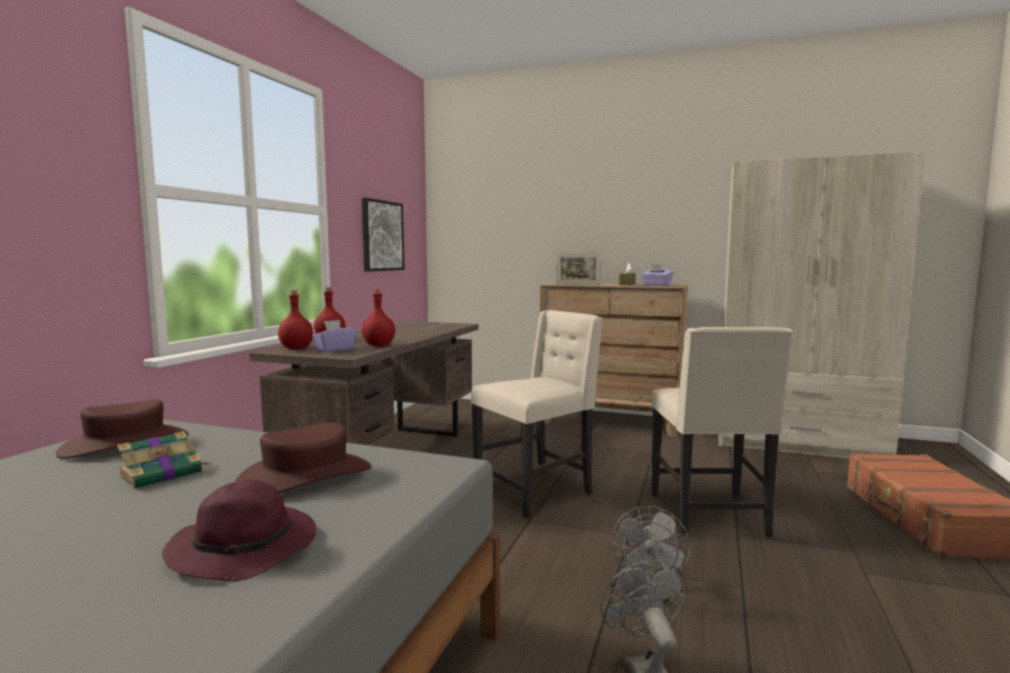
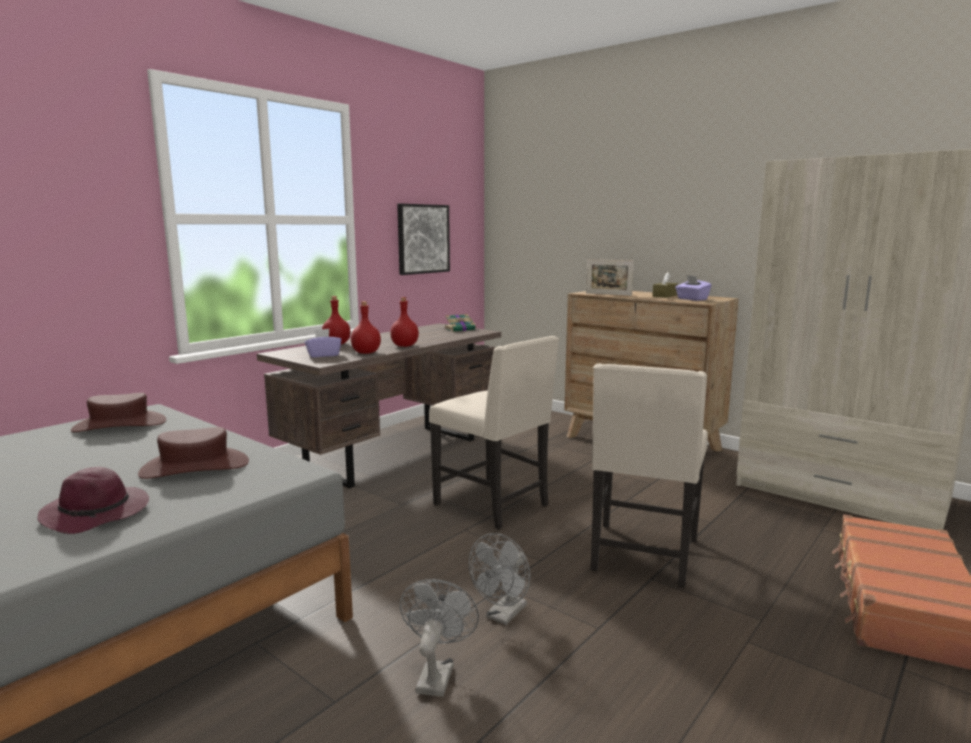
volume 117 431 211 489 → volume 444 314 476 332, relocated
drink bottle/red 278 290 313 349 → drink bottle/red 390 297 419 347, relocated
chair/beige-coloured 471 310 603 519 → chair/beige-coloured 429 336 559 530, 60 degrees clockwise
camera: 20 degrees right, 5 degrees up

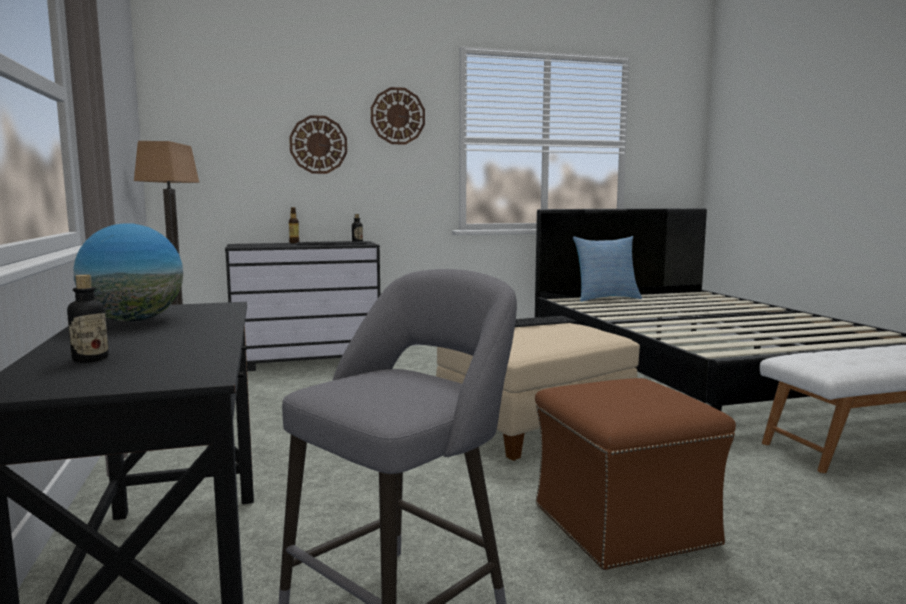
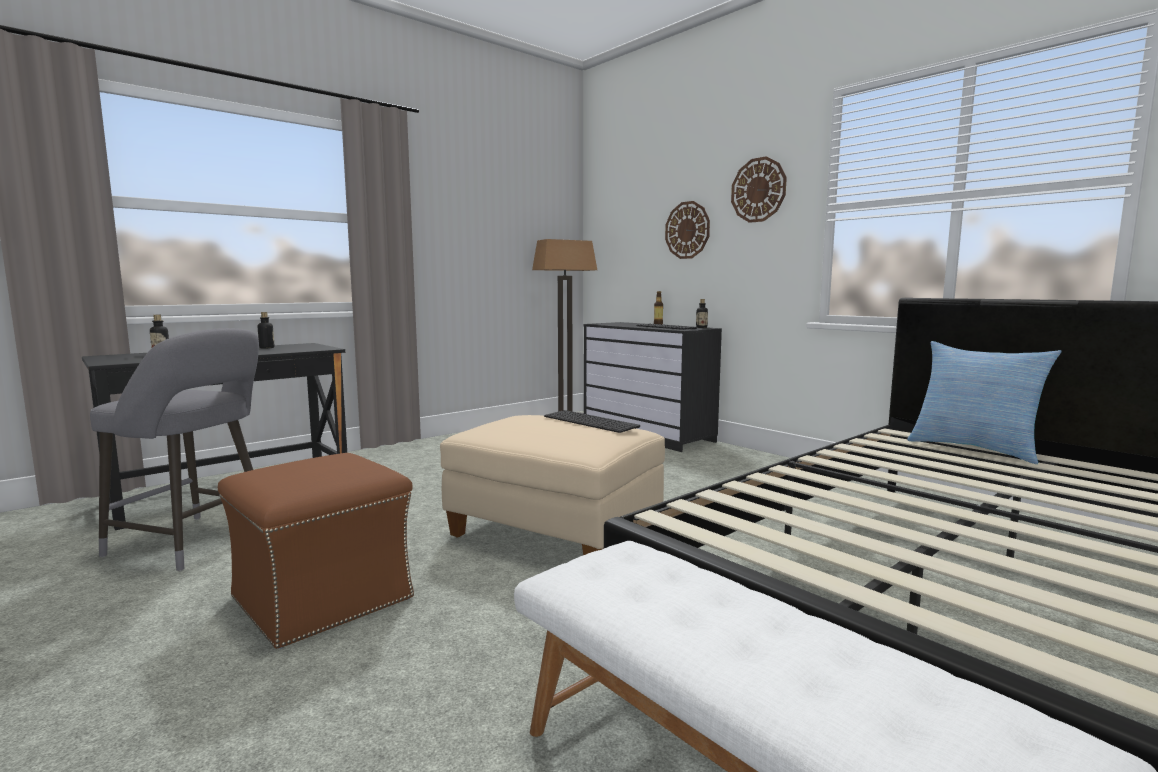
globe 73 223 183 322 → drink bottle 258 312 275 349
camera: 65 degrees right, 0 degrees up

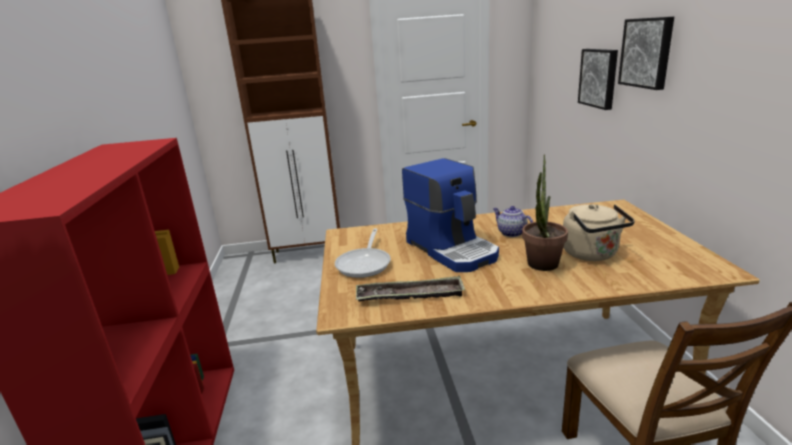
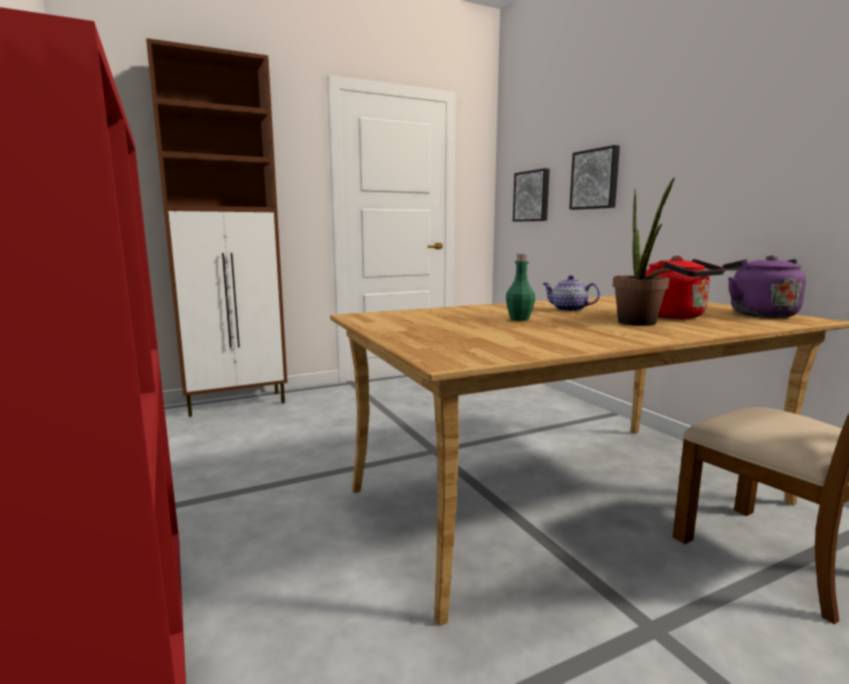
pan 335 228 391 278 → -
carrying tray 356 276 465 301 → -
- → tea kettle/purple-coloured 722 255 806 318
wall picture 618 17 674 90 → wall picture 513 168 550 222, relocated
coffee maker 402 158 499 272 → drink bottle/greenish 506 254 535 321
tea kettle/beige-coloured 563 204 635 261 → tea kettle/red 645 256 725 319
camera: 20 degrees left, 10 degrees down

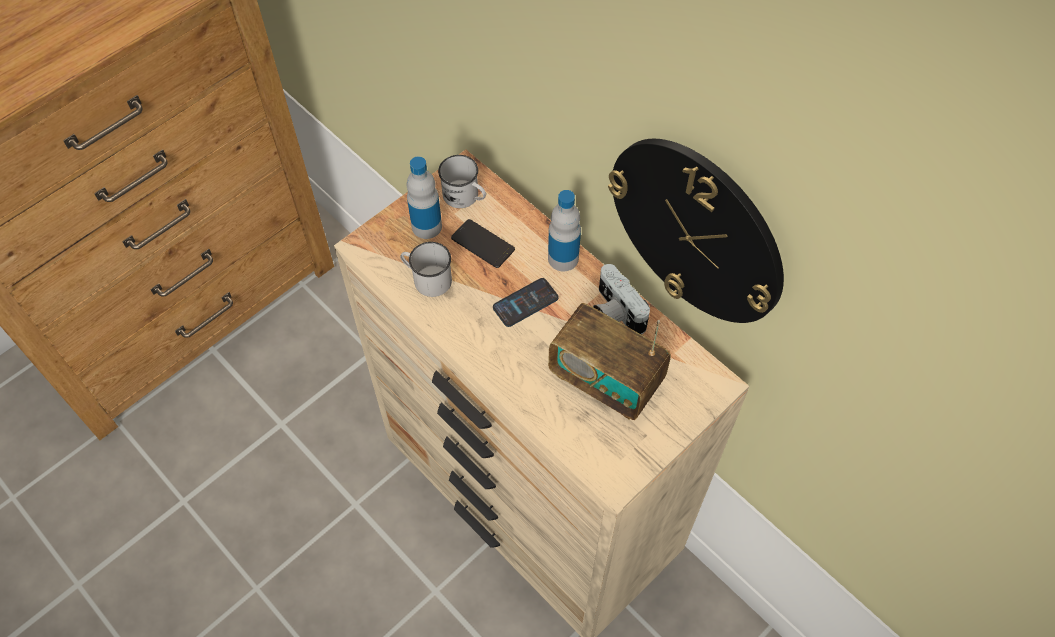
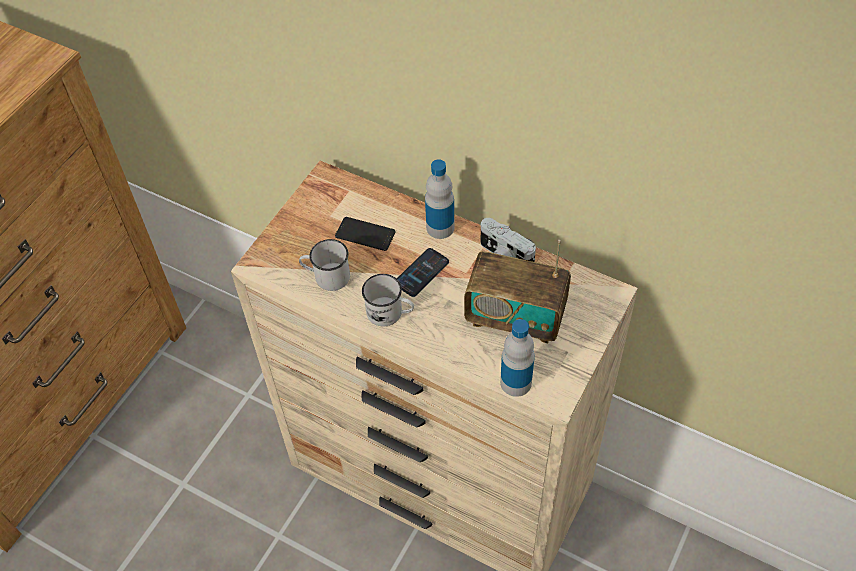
clock on the wall 608 139 784 323 → -
drink bottle 406 156 442 239 → drink bottle 500 319 535 397, relocated
coffee mug/white 438 155 486 208 → coffee mug/white 362 274 414 326, relocated
camera: 15 degrees left, 5 degrees down

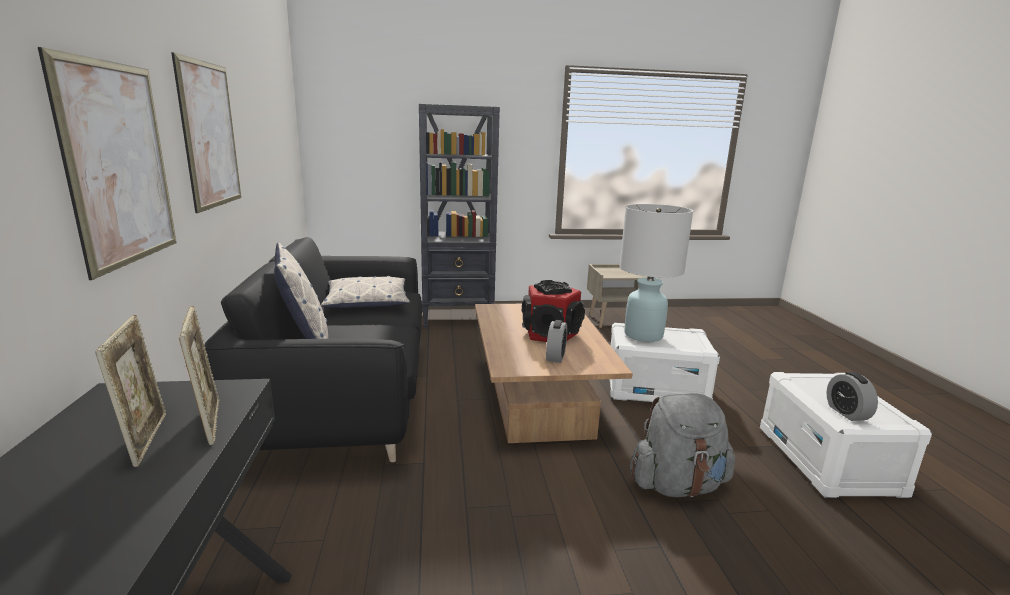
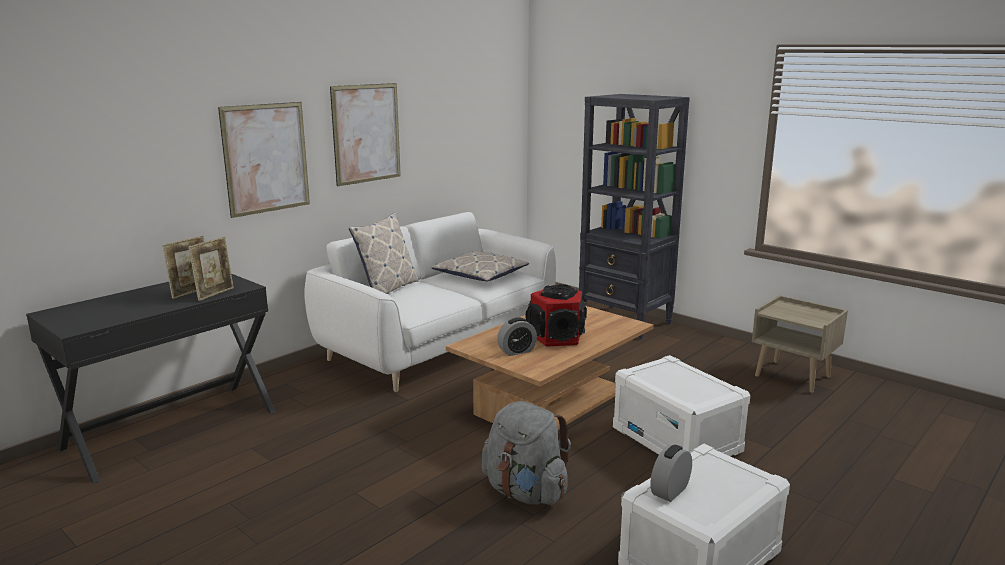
lamp for a table/white 619 204 693 342 → -
settee/black 205 237 422 462 → settee/white 304 212 556 392
camera: 50 degrees right, 0 degrees up

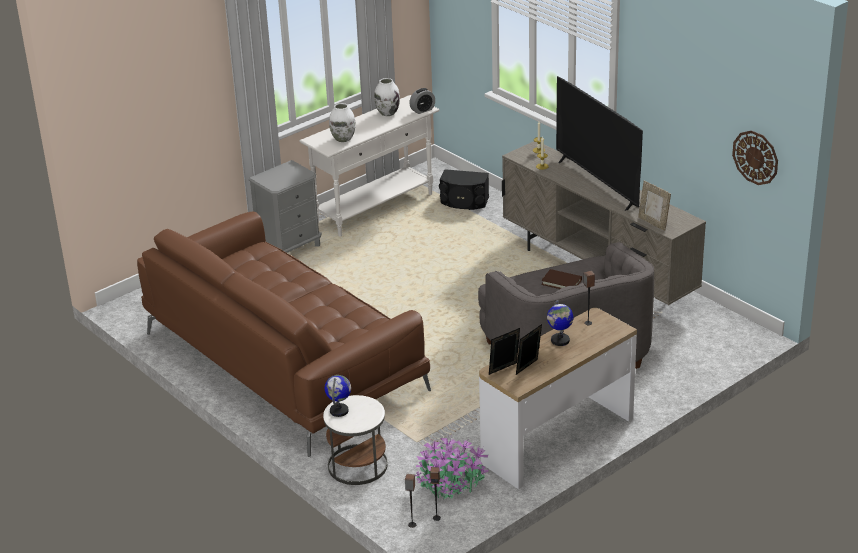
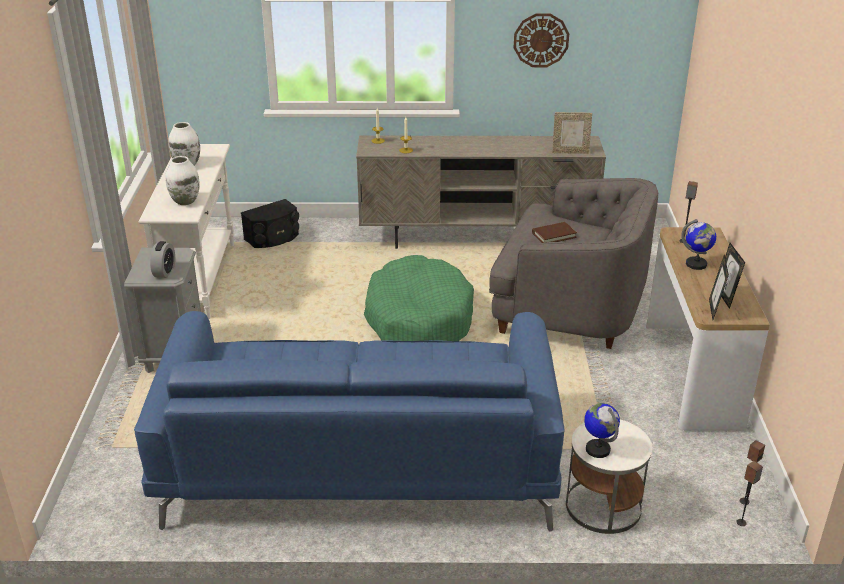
houseplant 415 435 489 499 → -
television 556 76 643 211 → -
- → dog cushion/greenish 364 255 474 341
alarm clock 409 88 435 114 → alarm clock 150 241 175 278, relocated
clock on the wall 732 130 778 185 → clock on the wall 514 13 569 67, relocated
settee/brown-coloured 137 211 431 457 → settee/blue-coloured 134 311 565 532
camera: 50 degrees left, 0 degrees up

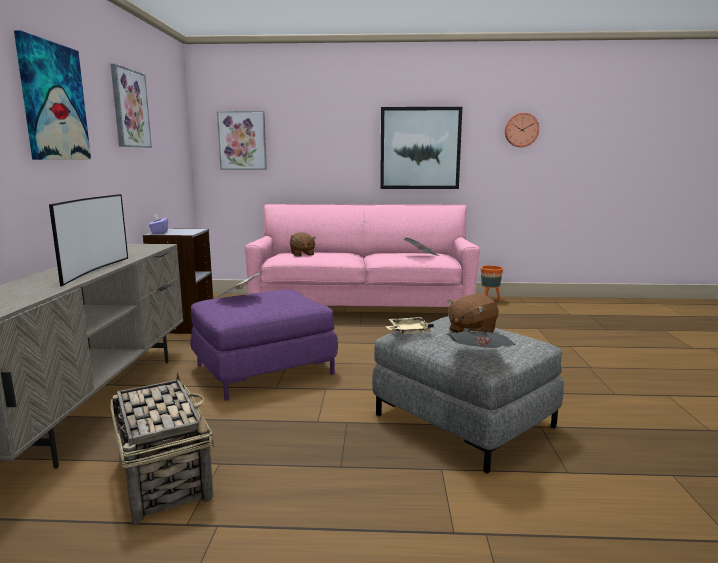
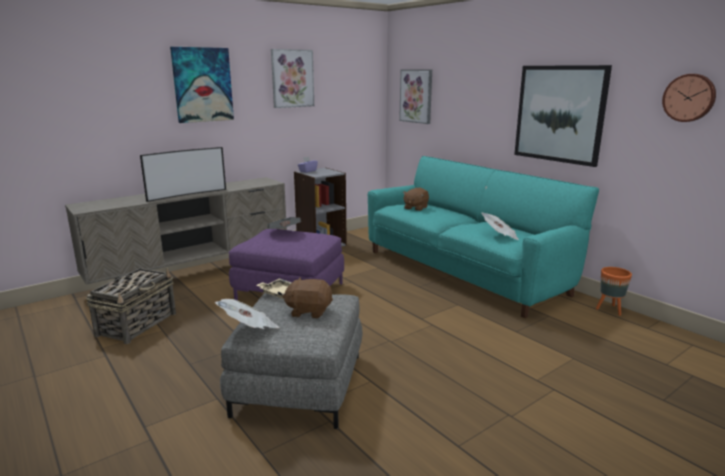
settee/pink-coloured 245 204 480 307 → settee/turquoise-coloured 368 156 599 318
camera: 50 degrees right, 5 degrees up

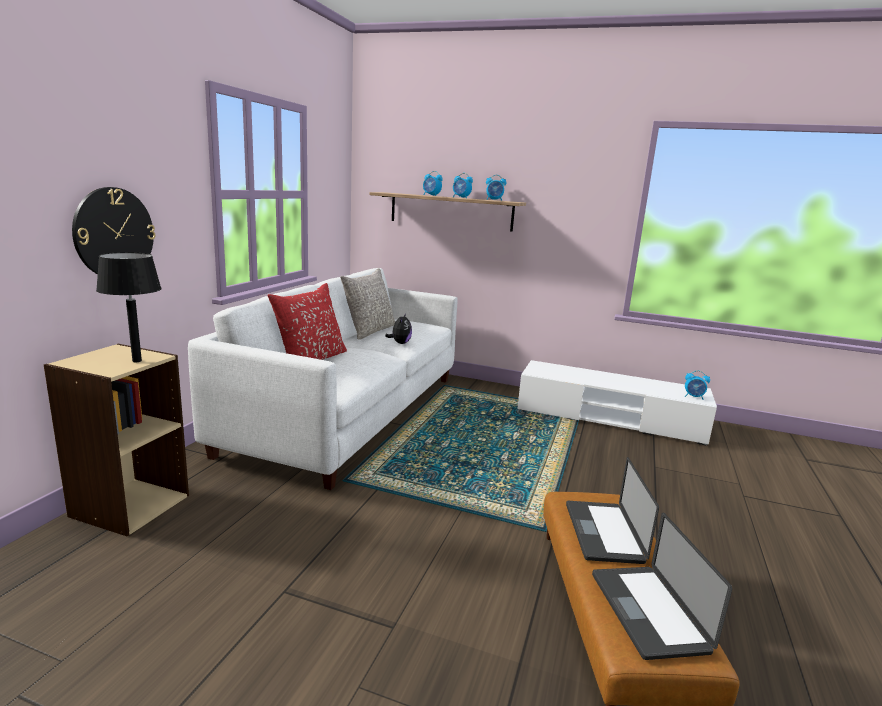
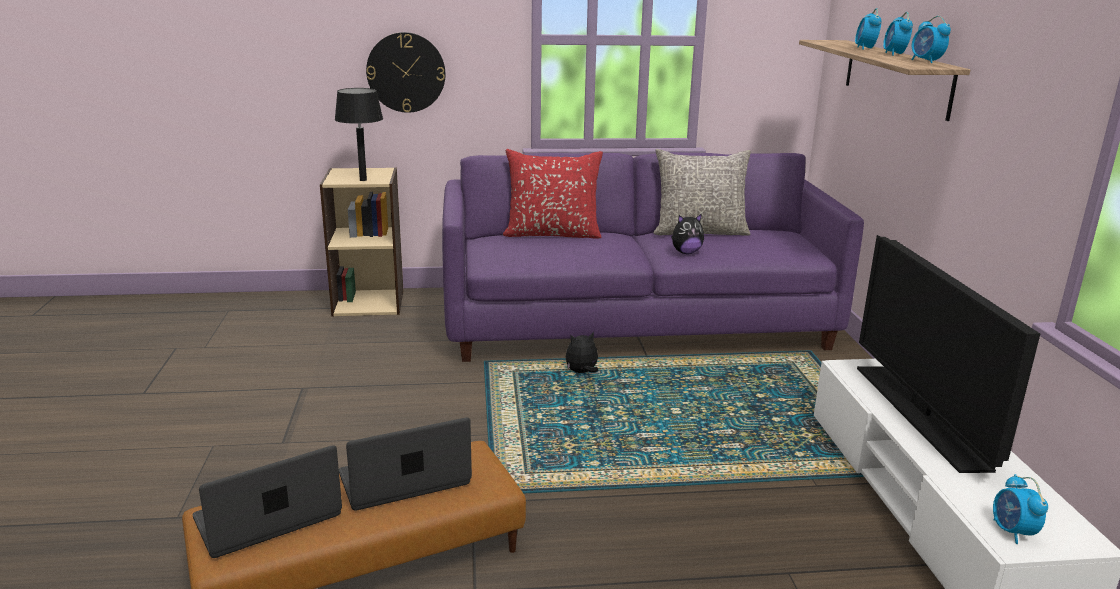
- → cuddly toy 566 332 598 373
- → television 857 235 1040 473
settee/white 188 268 458 490 → settee/purple-coloured 442 152 864 362
camera: 65 degrees right, 5 degrees up

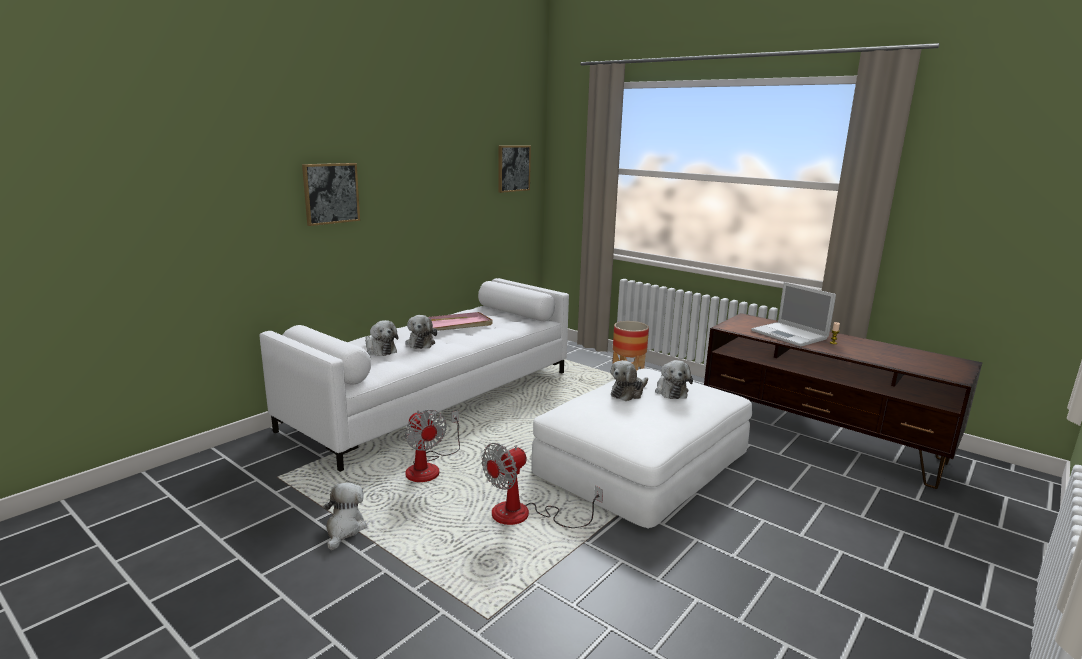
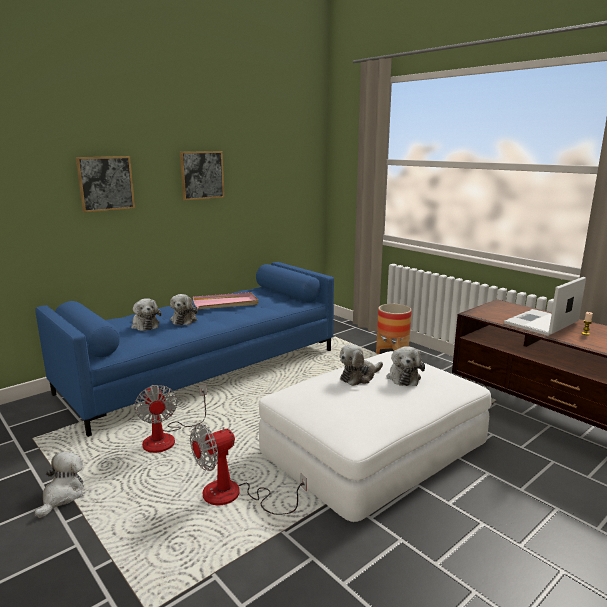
wall picture 498 146 531 193 → wall picture 180 151 225 201, relocated
settee/white 260 278 569 472 → settee/blue-coloured 35 262 334 437
laptop 751 282 836 346 → laptop 504 277 586 336, 75 degrees clockwise
camera: 10 degrees right, 0 degrees up

